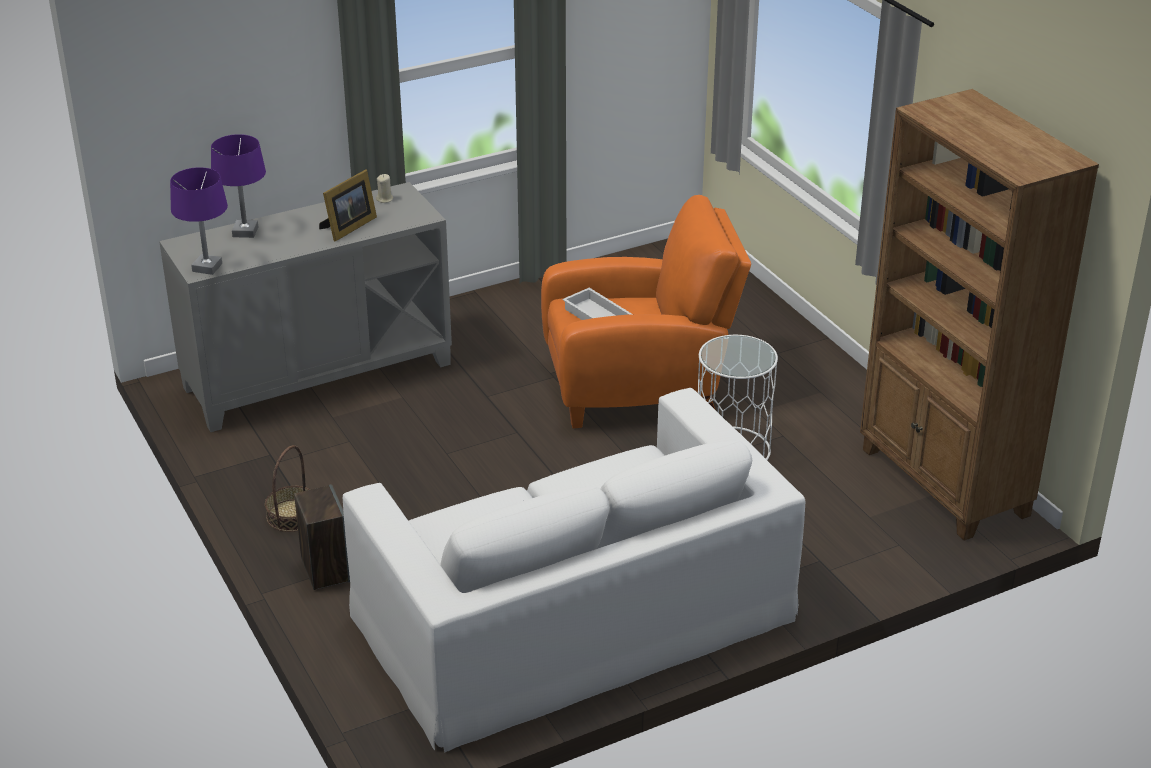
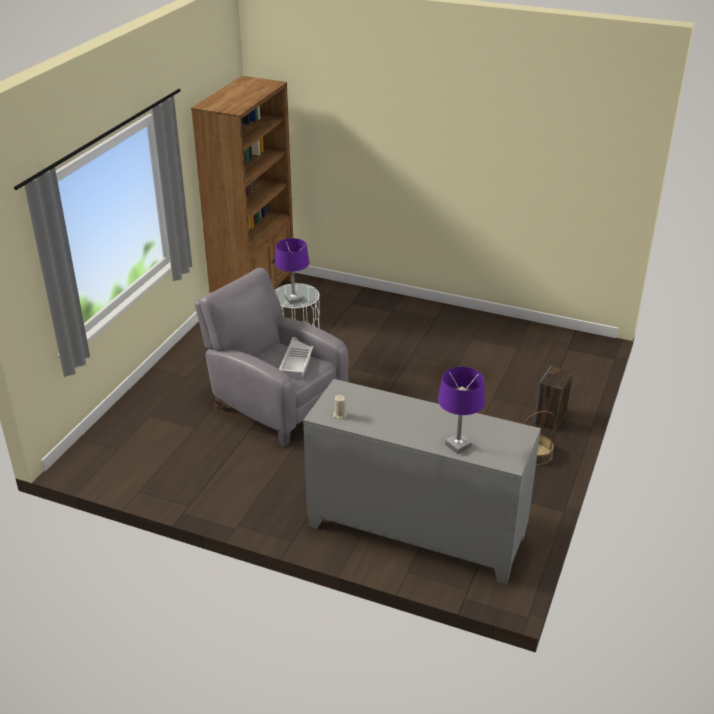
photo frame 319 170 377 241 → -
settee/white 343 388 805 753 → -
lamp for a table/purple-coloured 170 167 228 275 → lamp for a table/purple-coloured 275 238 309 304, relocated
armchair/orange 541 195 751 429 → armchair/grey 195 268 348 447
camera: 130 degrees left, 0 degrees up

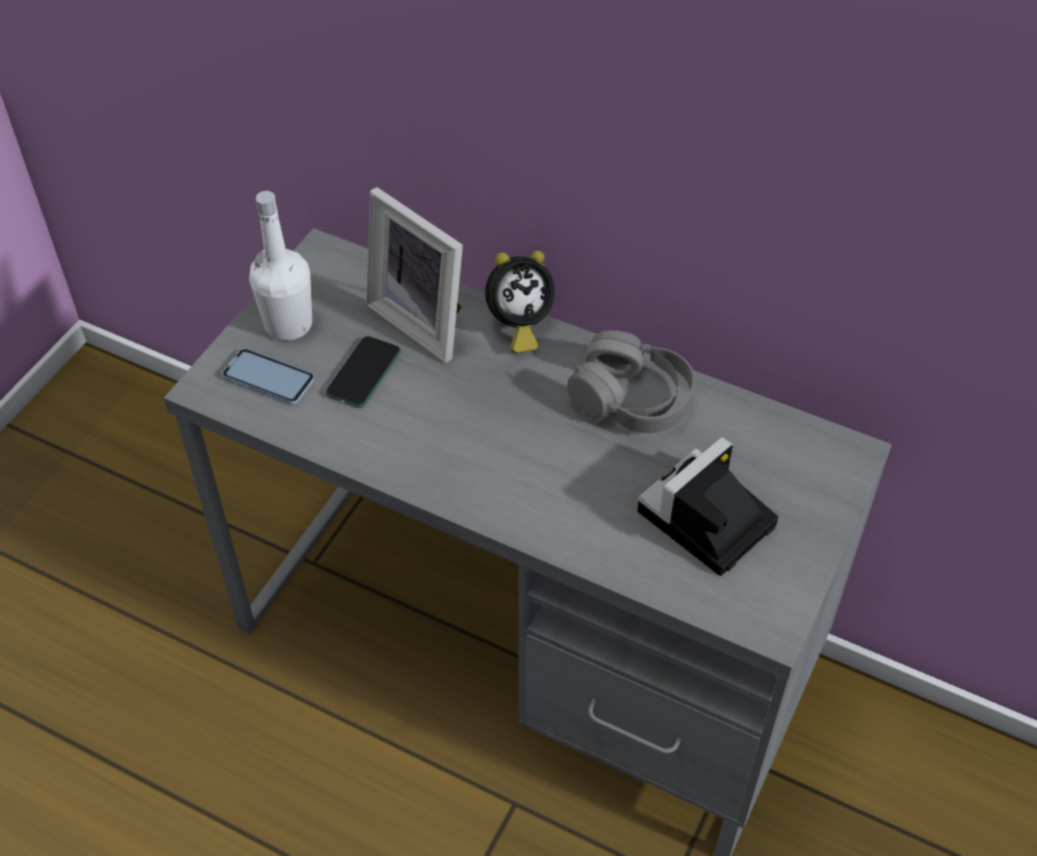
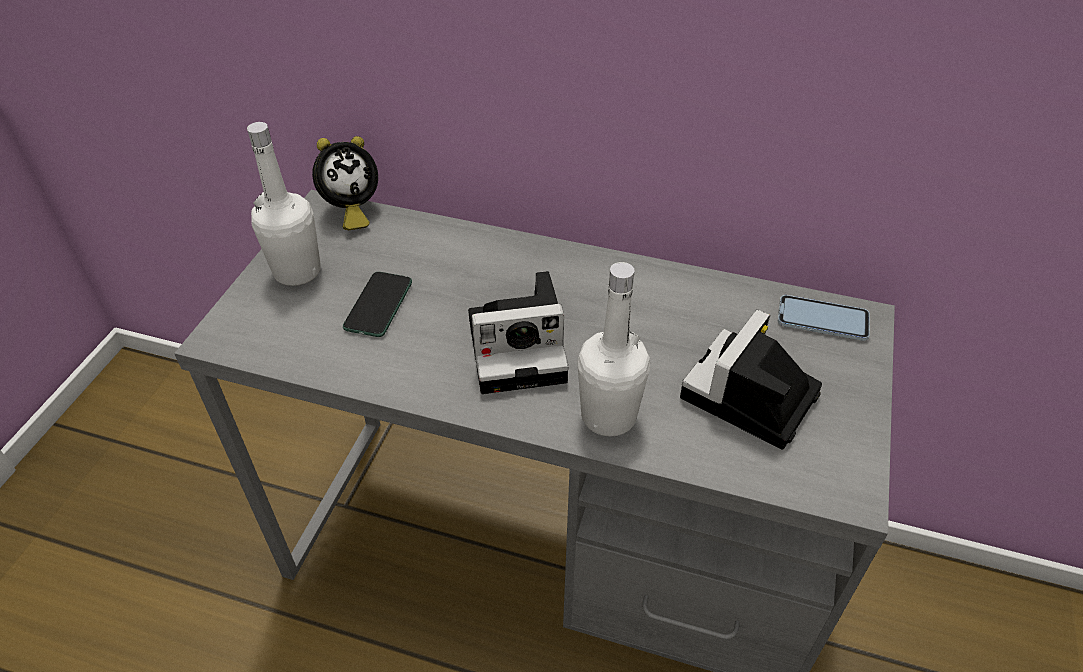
photo frame 366 187 463 363 → -
pair of headphones/grey 567 330 695 433 → -
- → still camera 468 271 569 394
- → drink bottle/white 577 262 650 437
phone 222 348 315 405 → phone 778 295 870 341, relocated
alarm clock 485 250 555 353 → alarm clock 312 136 378 230, relocated
camera: 10 degrees left, 5 degrees down

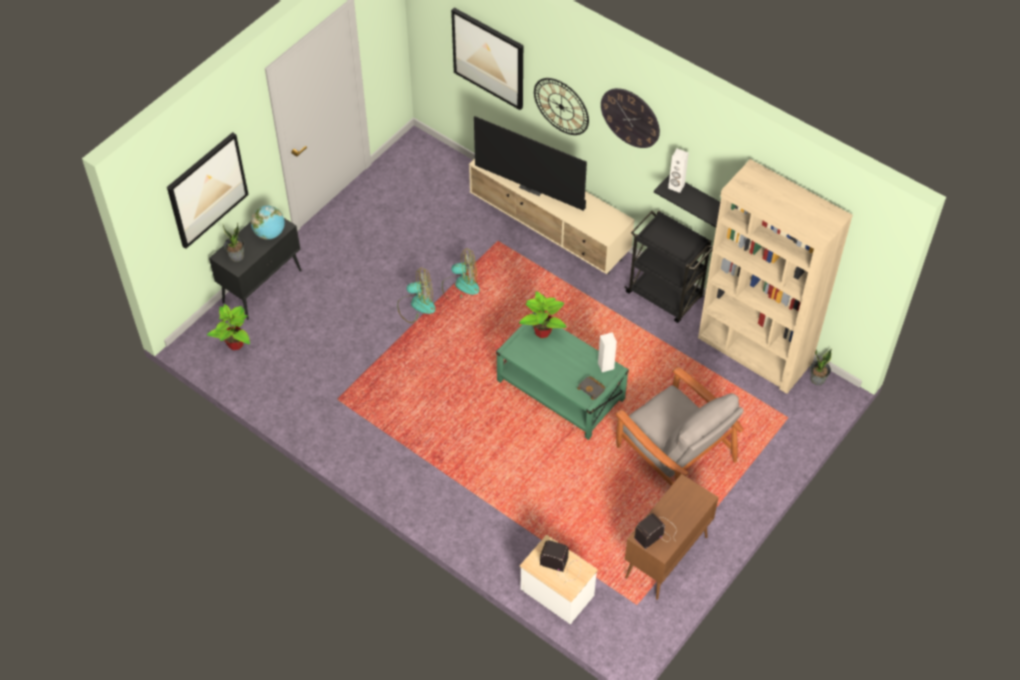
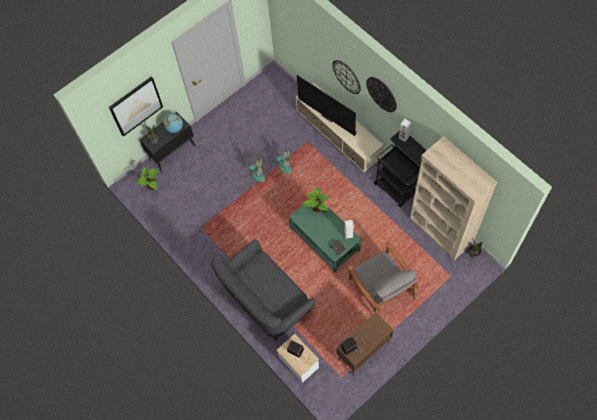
wall picture 451 8 523 110 → -
- → settee/grey 211 239 315 341
camera: 15 degrees right, 10 degrees up

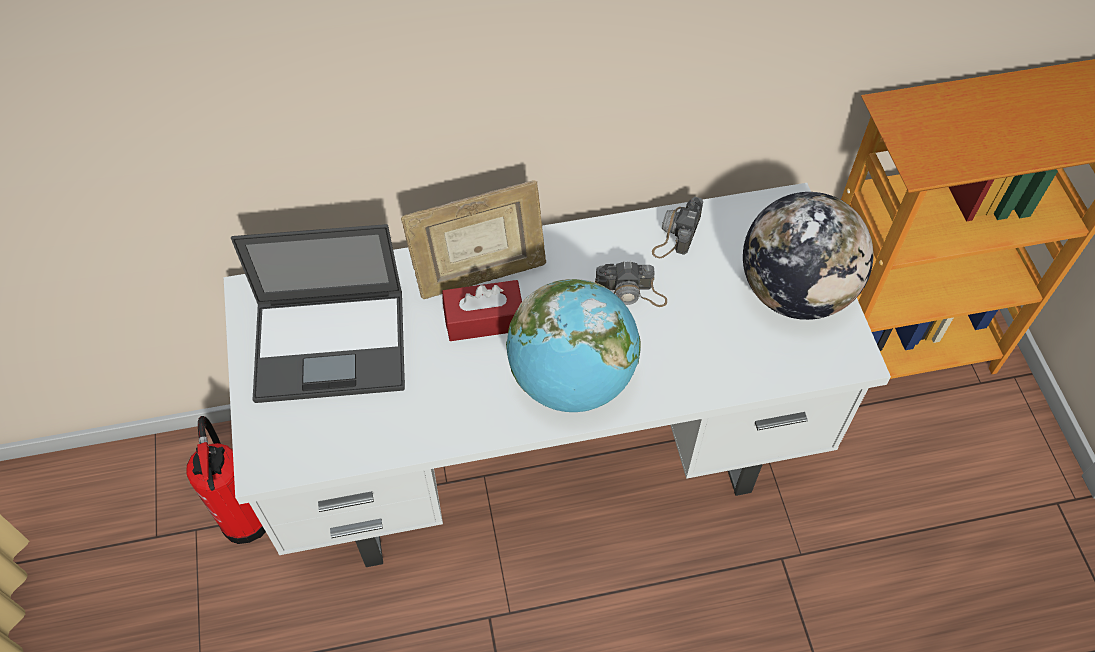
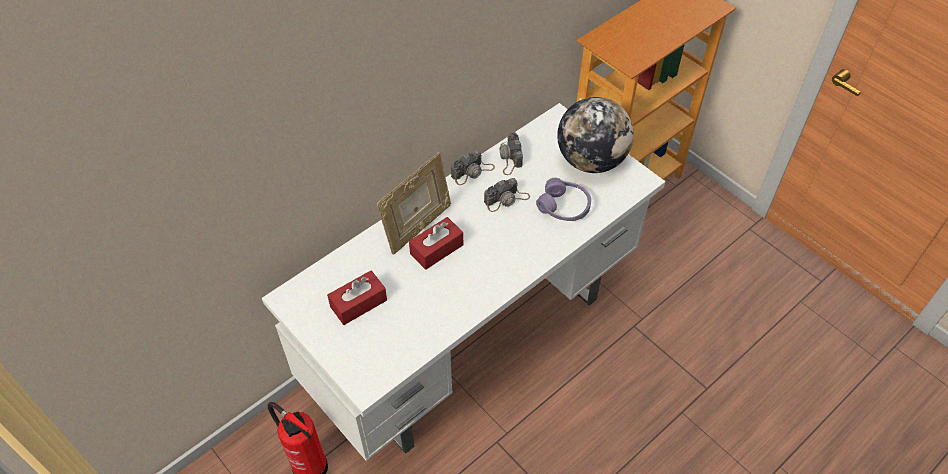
globe 506 279 640 412 → -
- → still camera 451 150 495 185
- → pair of headphones/purple-coloured 536 178 591 221
laptop 231 224 405 403 → box of tissues/red 327 271 387 325
camera: 30 degrees left, 5 degrees down

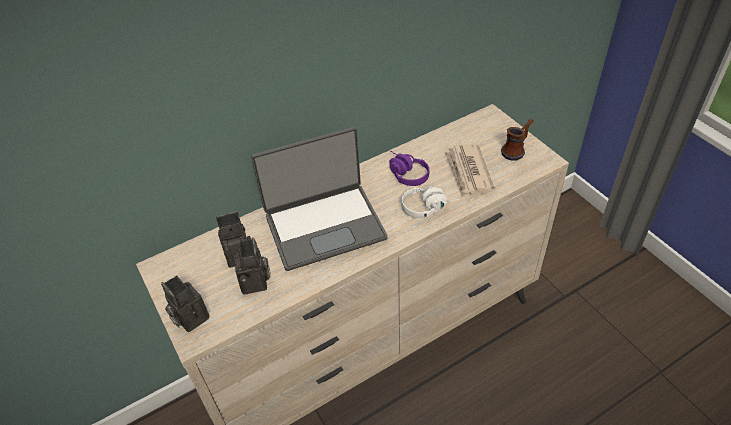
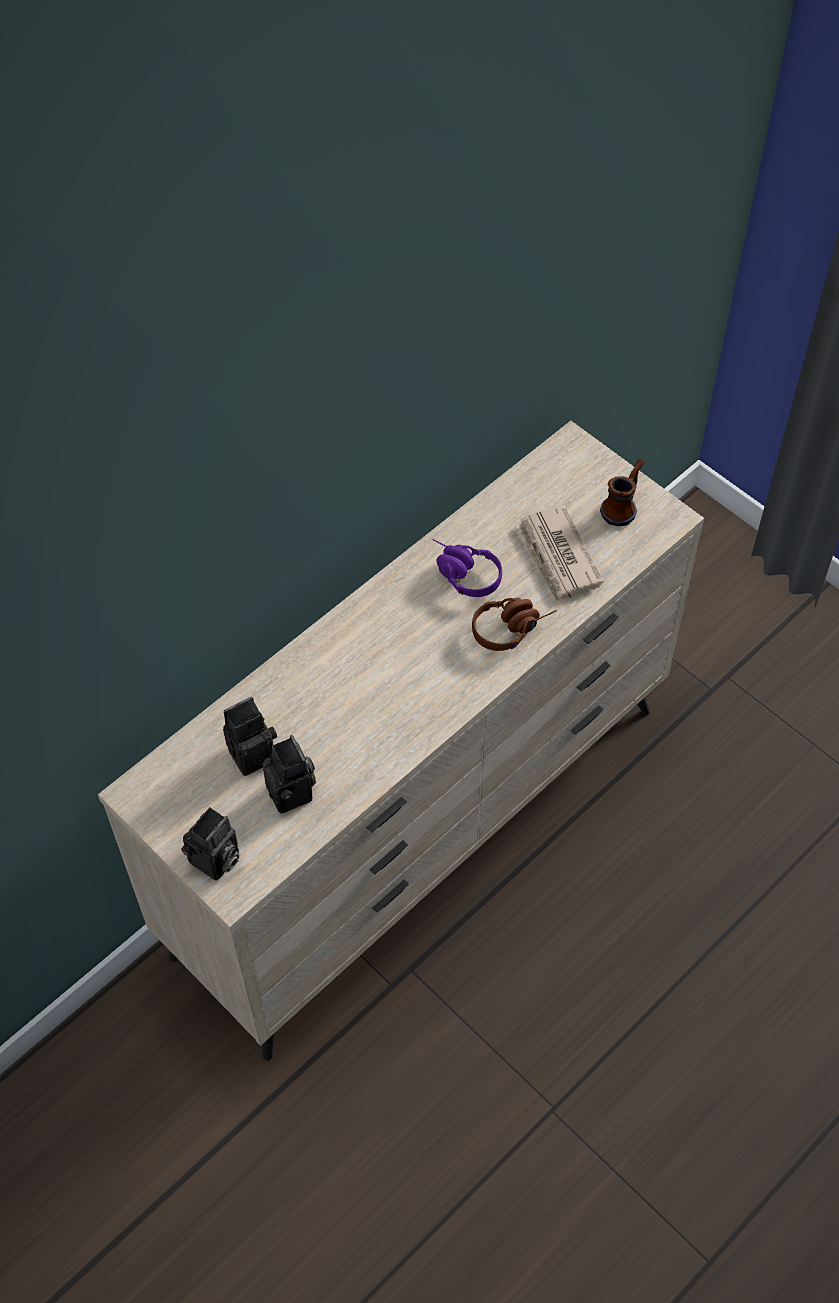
laptop 251 127 388 271 → -
pair of headphones/white 401 186 460 218 → pair of headphones/brown-coloured 472 598 557 651
still camera 161 276 210 332 → still camera 181 807 240 881, 90 degrees counterclockwise
camera: 15 degrees left, 10 degrees up

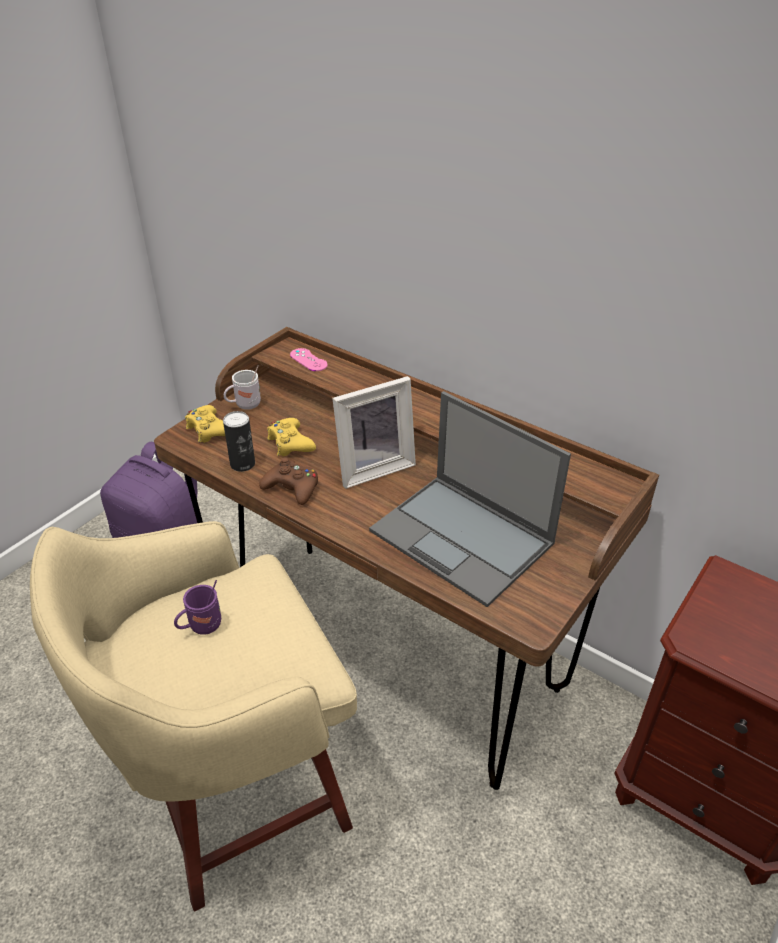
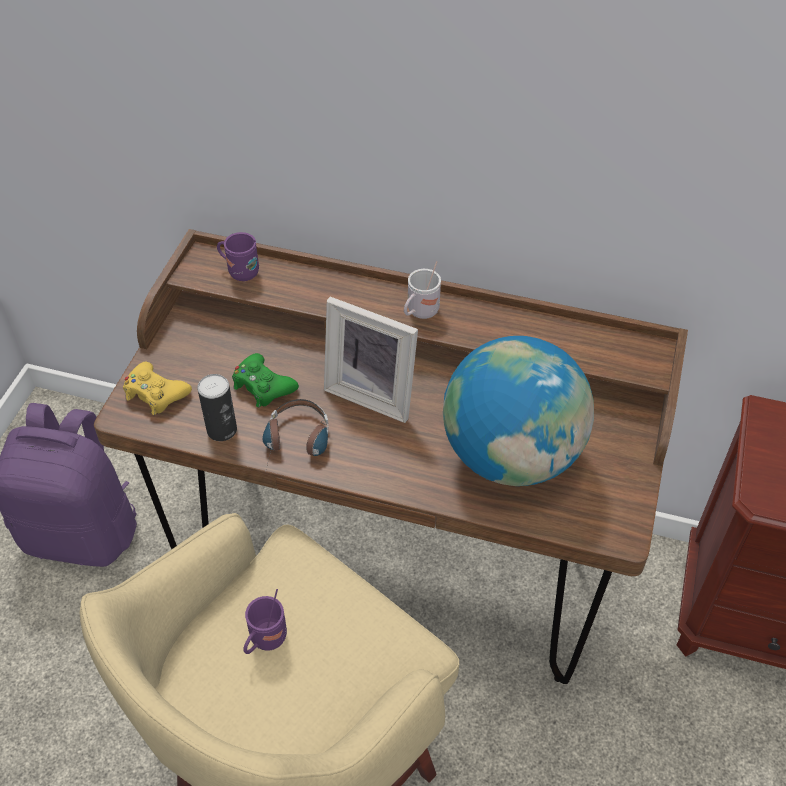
coffee mug/white 224 365 261 410 → coffee mug/white 404 261 441 319, relocated
gamepad/brown-coloured 259 458 318 505 → pair of headphones 262 399 328 469
gamepad/pink-coloured 290 348 328 371 → coffee mug/purple-coloured 217 232 259 281
laptop 369 391 571 607 → globe 443 336 594 486
gamepad/yellowish 267 418 316 456 → gamepad/greenish 232 353 299 408
photo frame 332 376 416 489 → photo frame 324 297 418 423, 75 degrees clockwise
camera: 20 degrees left, 10 degrees up

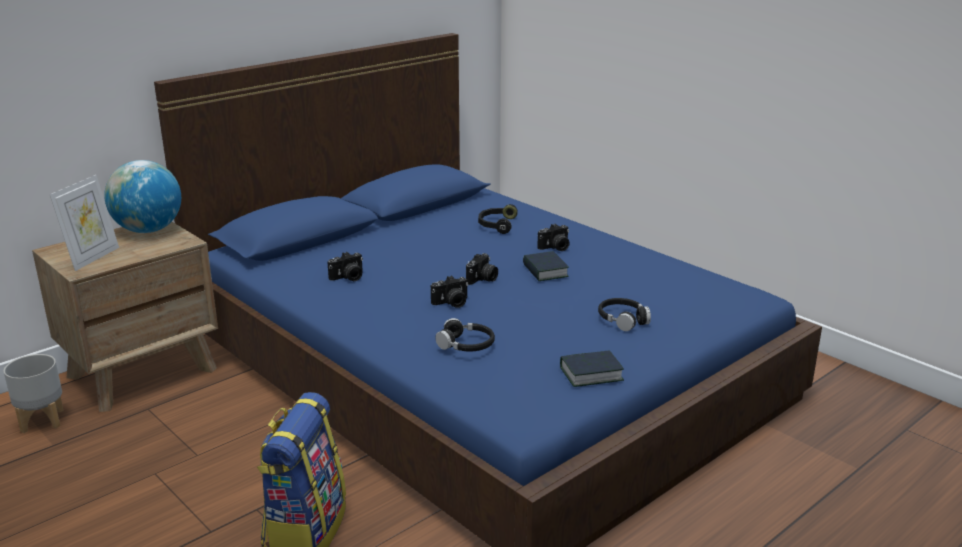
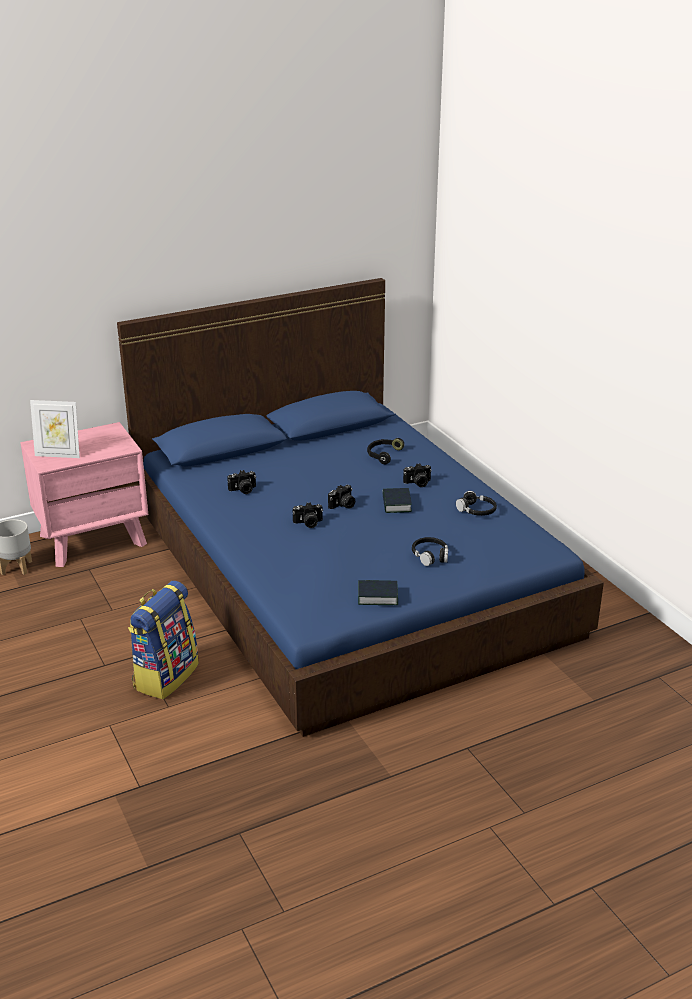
globe 104 160 181 233 → -
pair of headphones/black 435 318 495 351 → pair of headphones/black 456 491 497 516, relocated
night table/brown-coloured 32 222 218 412 → night table/pink-coloured 20 422 149 567
photo frame 50 175 119 271 → photo frame 30 400 80 458, 60 degrees clockwise
camera: 15 degrees right, 5 degrees up

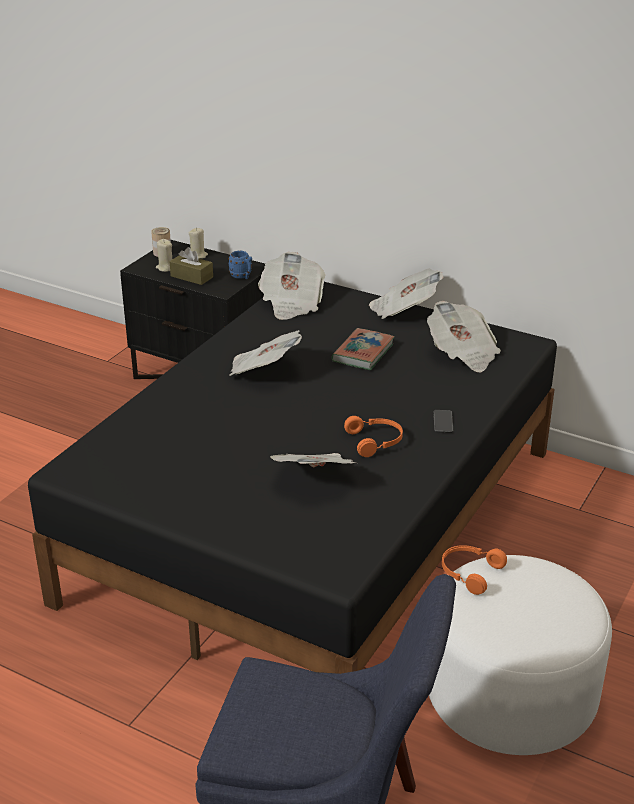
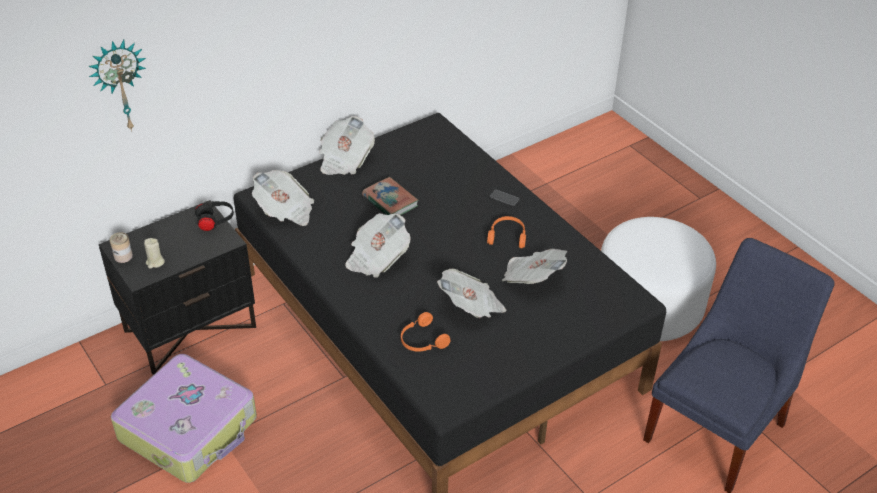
box of tissues/brown-coloured 170 247 213 285 → -
wax candle/beige-coloured 189 228 208 259 → -
- → clock on the wall 88 40 146 132
- → piece of luggage 111 354 257 483
daily paper 427 301 501 373 → daily paper 437 269 507 318, relocated
pair of headphones/orange 442 545 507 595 → pair of headphones/orange 401 312 450 352, relocated
coffee mug/blue-coloured 228 251 252 279 → pair of headphones/black 193 201 234 231
camera: 65 degrees left, 10 degrees up

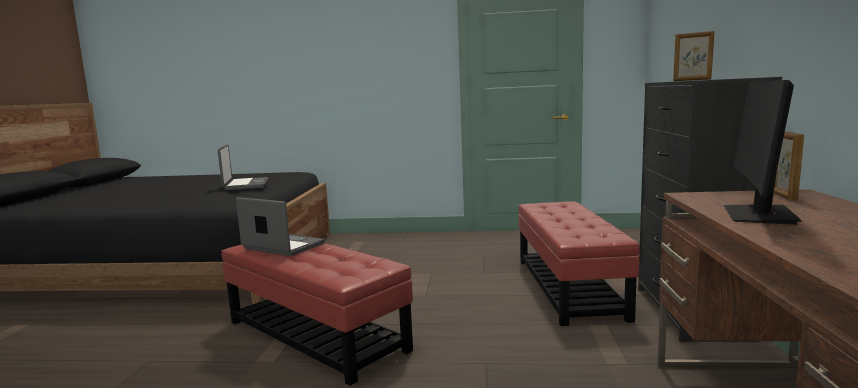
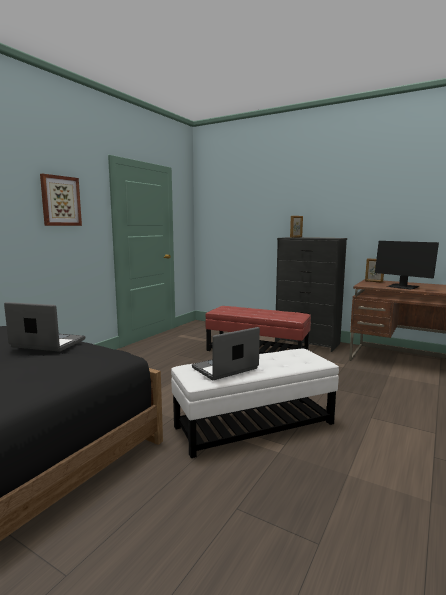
- → wall picture 40 174 82 226
footrest/red 221 243 413 386 → footrest/white 171 348 339 458
camera: 65 degrees left, 0 degrees up

